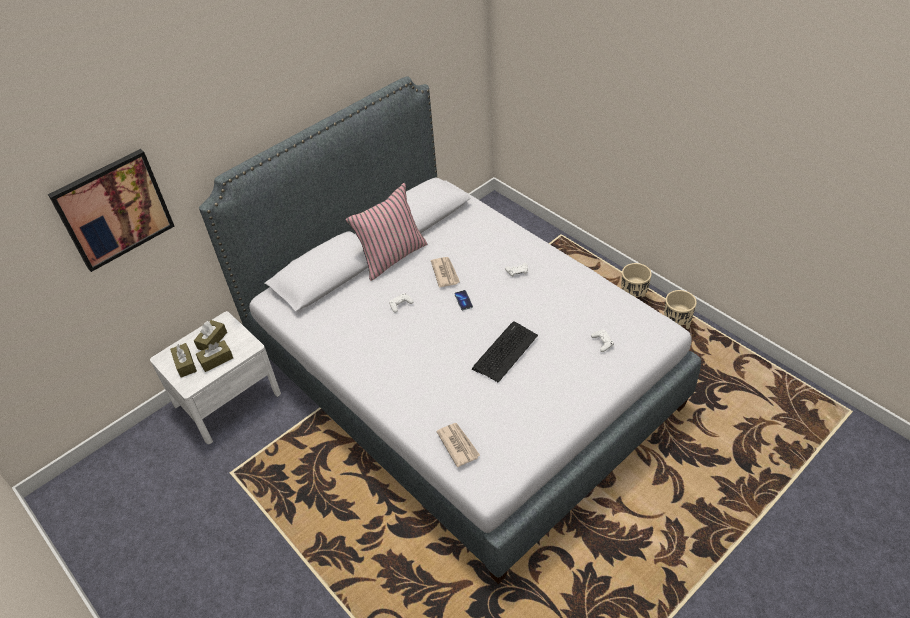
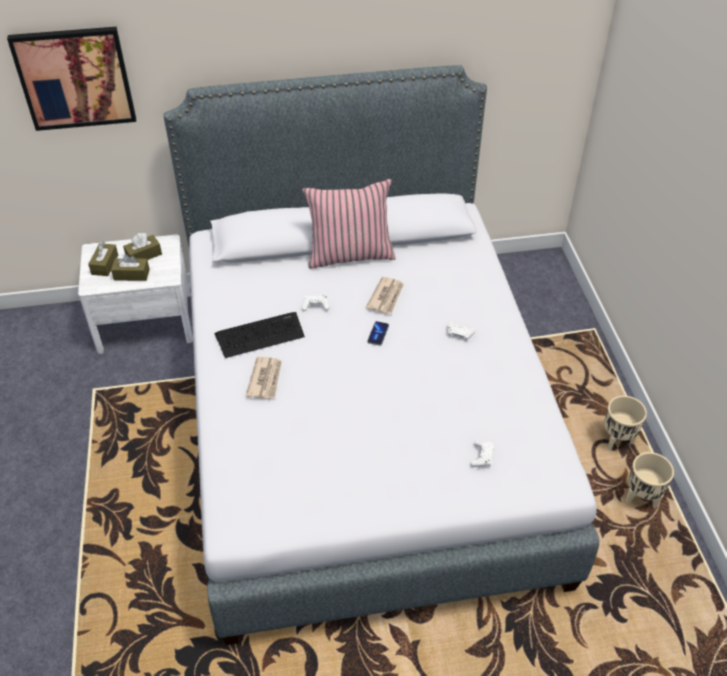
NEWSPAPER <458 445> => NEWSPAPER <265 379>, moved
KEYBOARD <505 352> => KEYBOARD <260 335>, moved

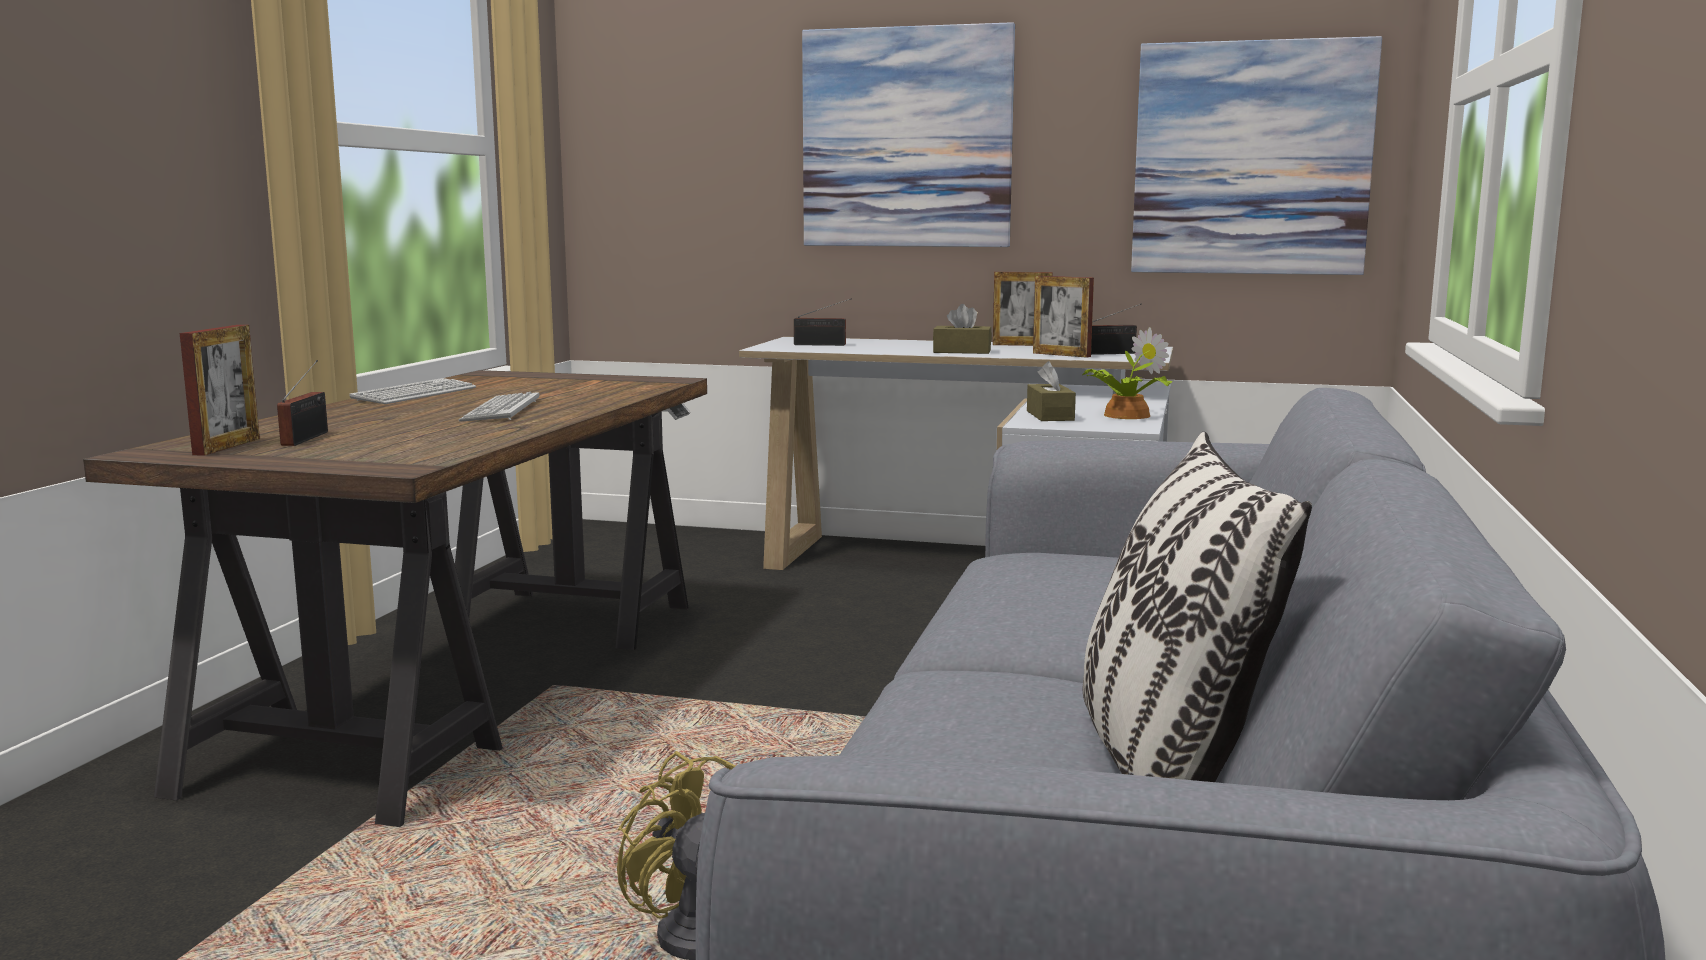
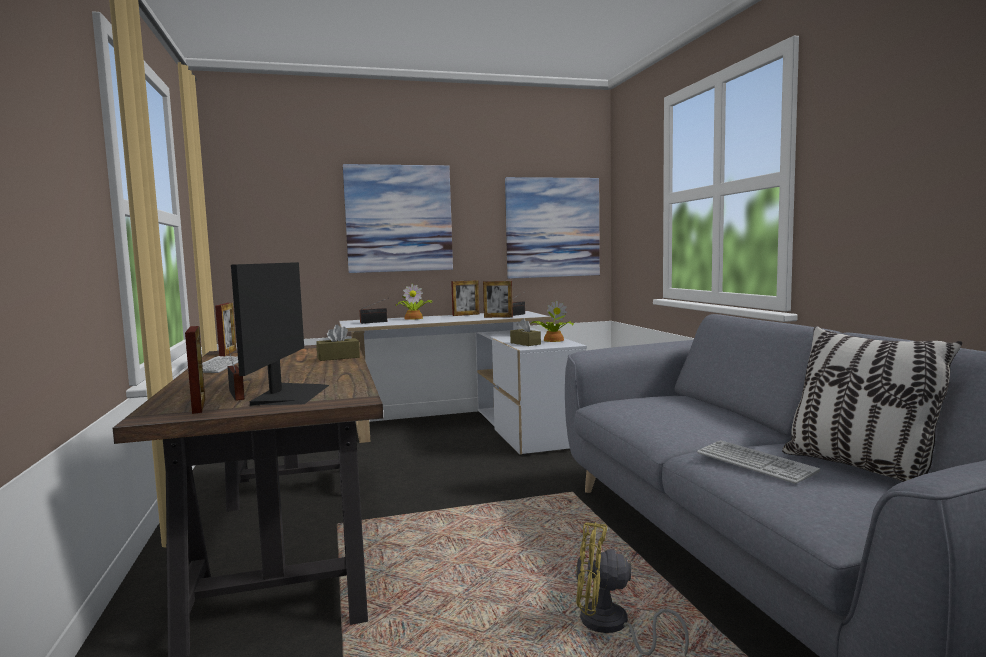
nothing => PICTURE FRAME <228 353>
nothing => MONITOR <289 394>
nothing => POTTED PLANT <414 318>
KEYBOARD <501 410> => KEYBOARD <754 463>, moved
BROWN TISSUE BOX <962 351> => BROWN TISSUE BOX <338 357>, moved

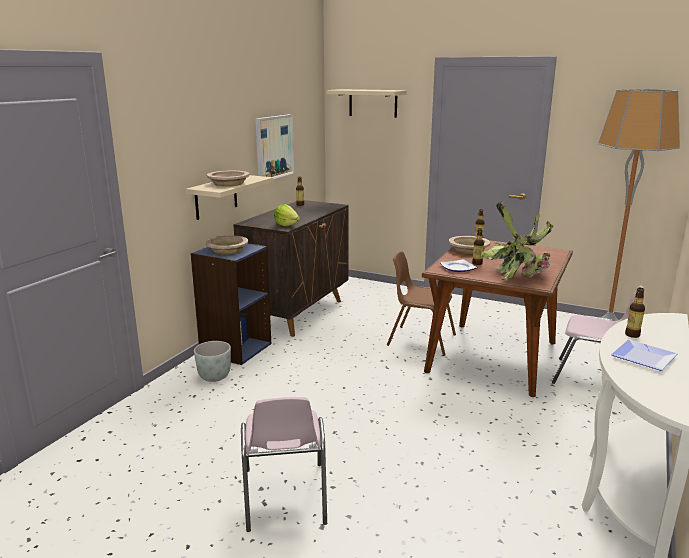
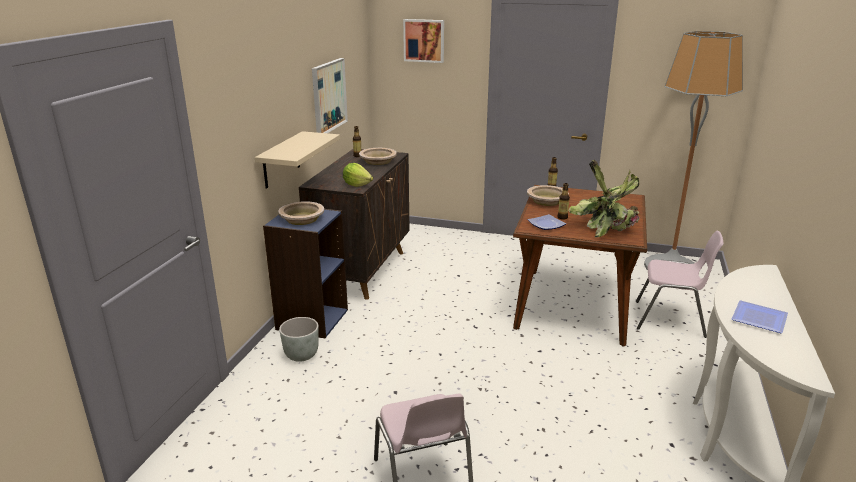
BROWN CHAIR <420 340> => nothing
BOTTLE <632 335> => nothing
BEIGE BOWL <228 183> => BEIGE BOWL <378 161>, moved
BEIGE SHELF <373 103> => PICTURE <424 40>

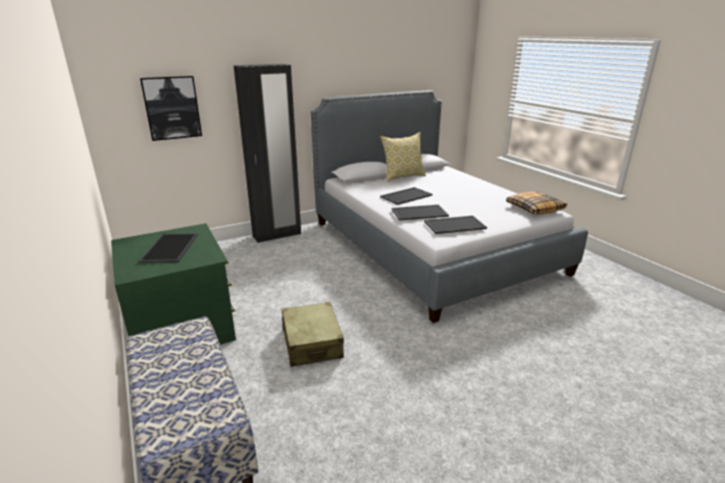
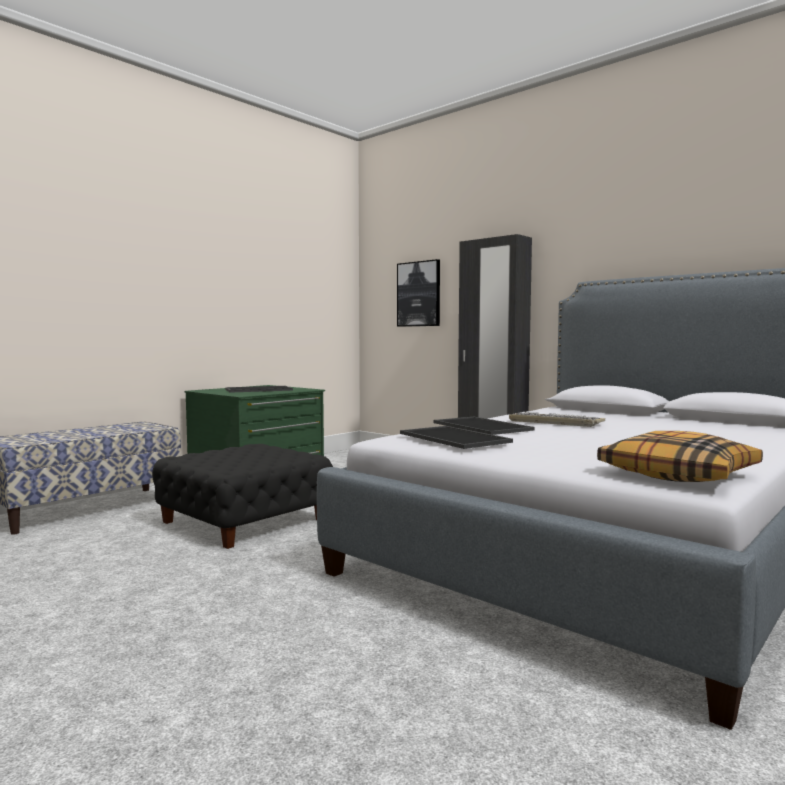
PILLOW <403 177> => nothing
BEIGE SUITCASE <312 343> => BLACK OTTOMAN <244 521>
TRAY <406 196> => KEYBOARD <554 422>

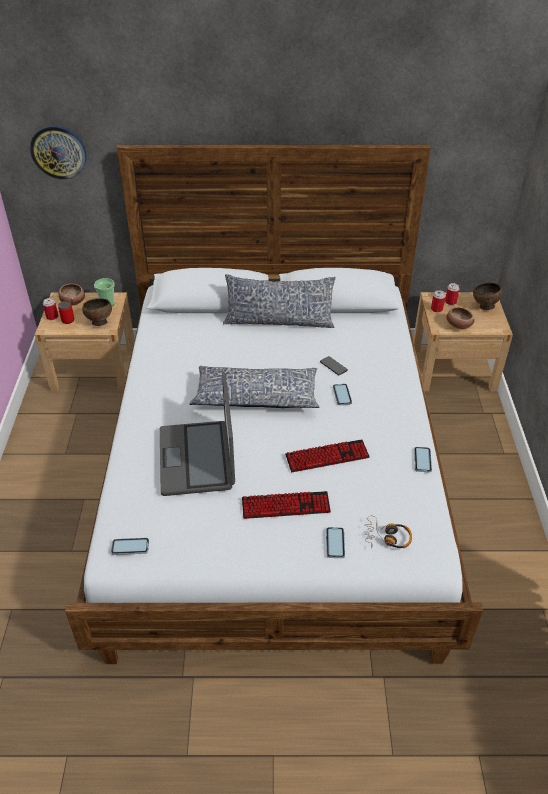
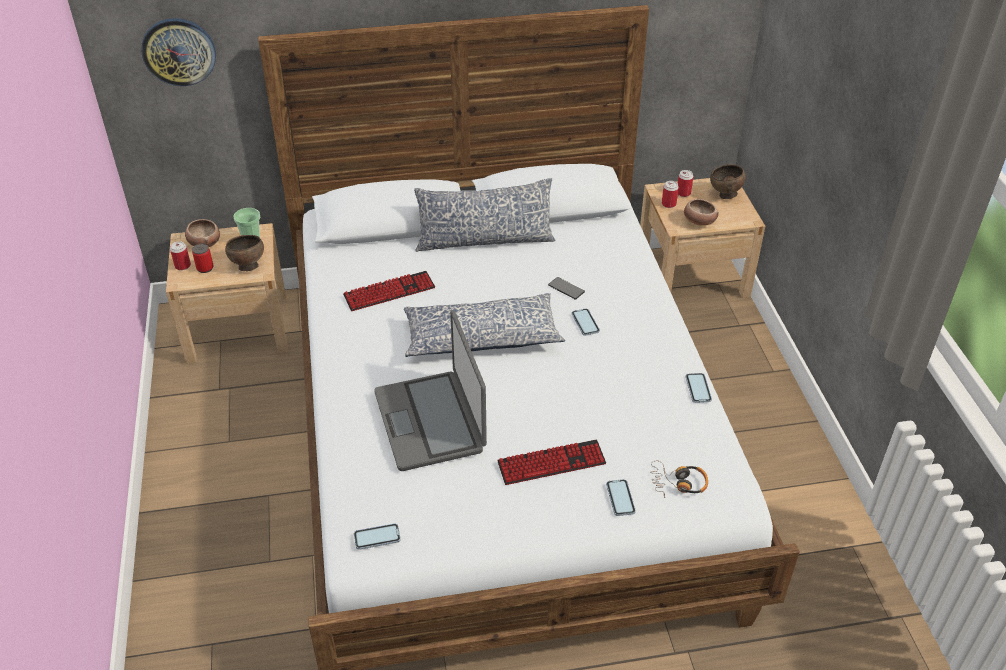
KEYBOARD <327 457> => KEYBOARD <389 292>, moved

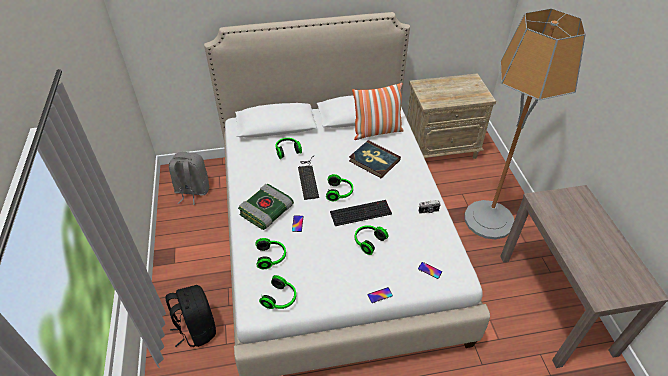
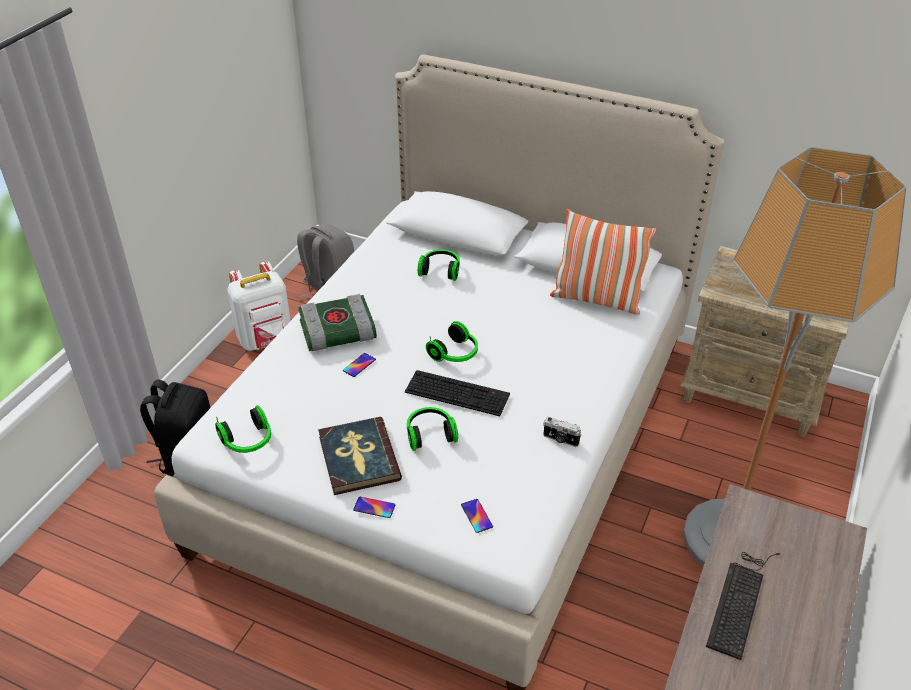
HEADPHONES <271 257> => nothing
nothing => WHITE BACKPACK <266 340>
KEYBOARD <308 178> => KEYBOARD <740 600>, moved
BOOK <374 160> => BOOK <358 458>, moved

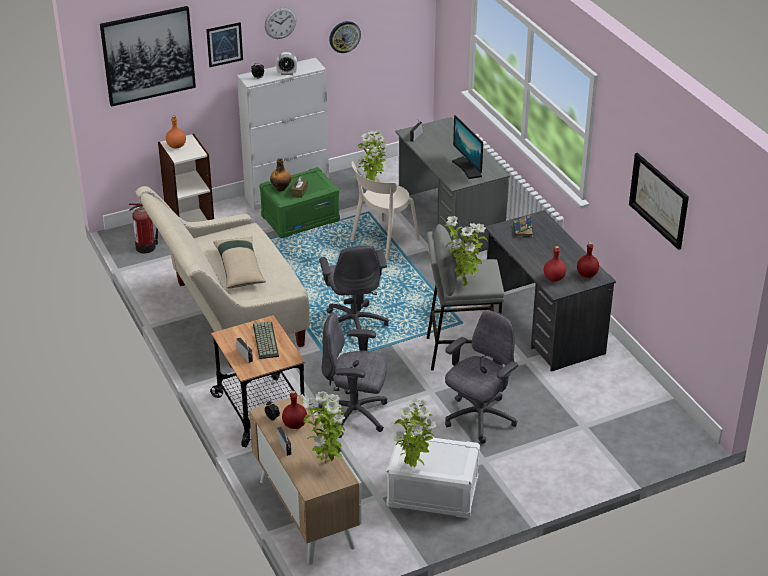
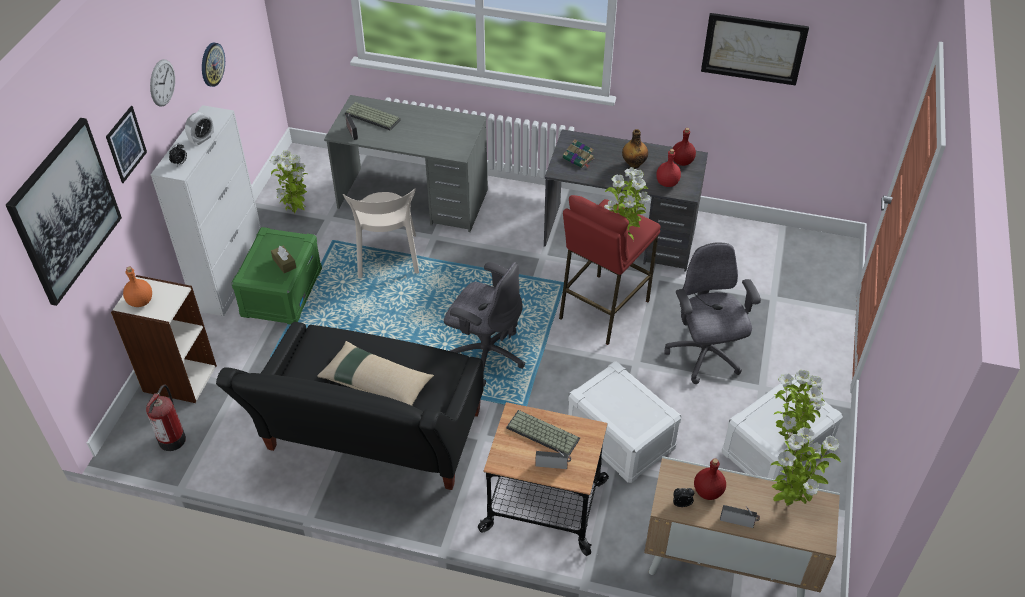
MONITOR <468 168> => nothing
nothing => KEYBOARD <373 116>
BOTTLE <281 188> => BOTTLE <634 164>, moved
GREY OFFICE CHAIR <355 415> => WHITE STORAGE BOX <619 437>
BEIGE SOFA <229 317> => BLACK SOFA <370 441>
GREY STOOL <461 352> => RED STOOL <602 309>

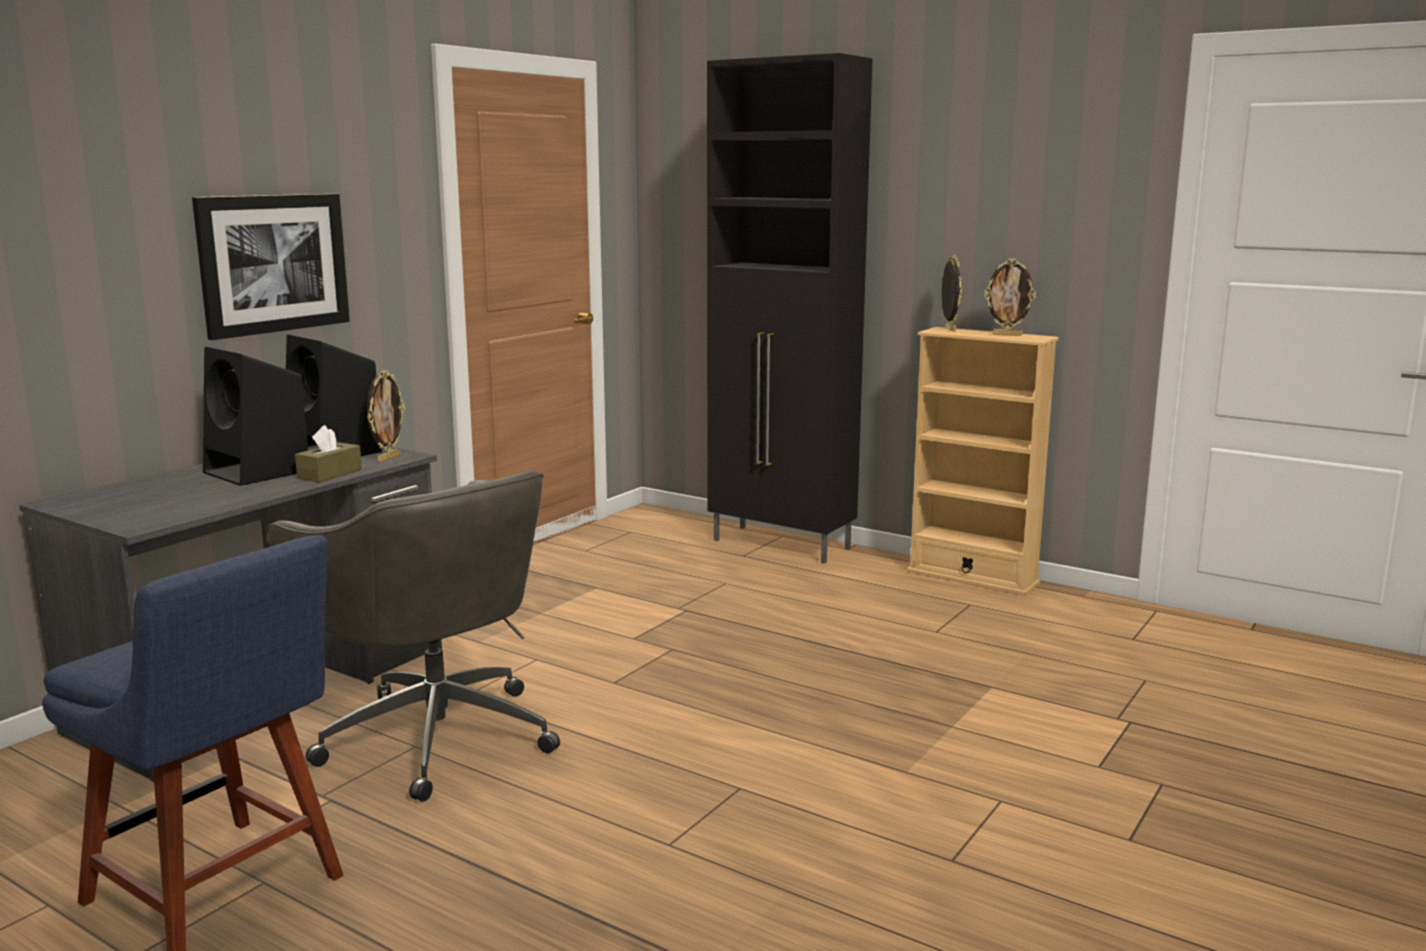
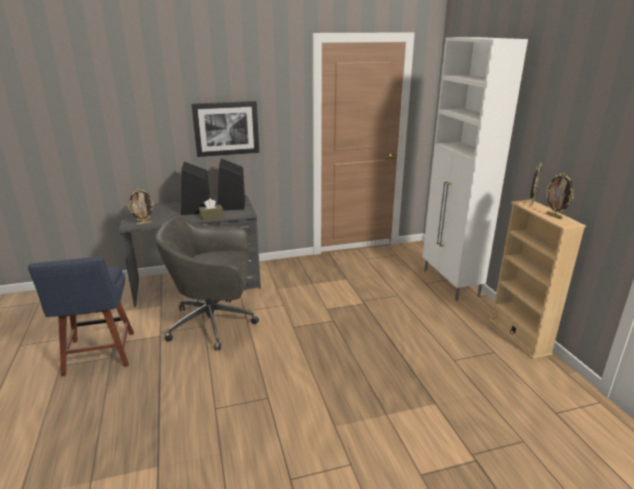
PICTURE FRAME <388 458> => PICTURE FRAME <144 223>, moved
BLACK CABINET <782 545> => WHITE CABINET <450 283>
GREY OFFICE CHAIR <434 735> => GREY OFFICE CHAIR <214 324>, 90 degrees clockwise

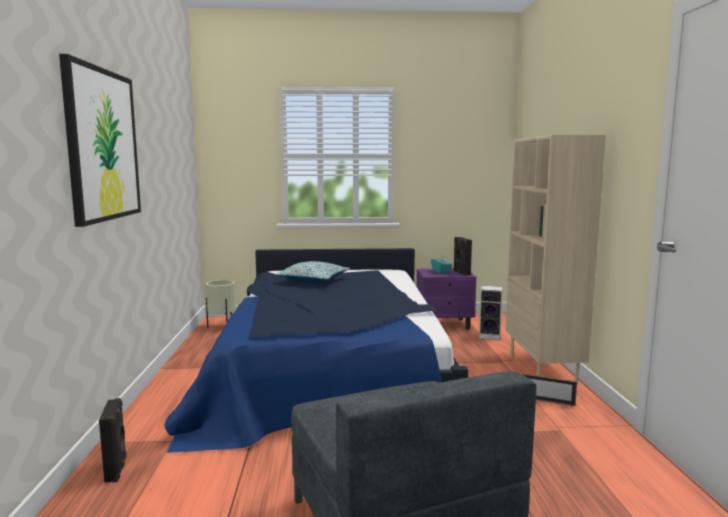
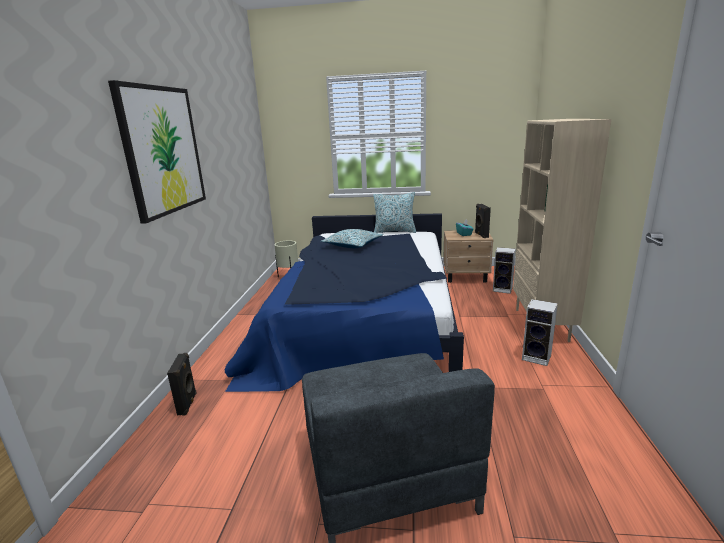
nothing => PILLOW <394 231>
PICTURE FRAME <546 401> => SPEAKER <537 357>
PURPLE NIGHTSTAND <445 324> => BEIGE NIGHTSTAND <466 277>

